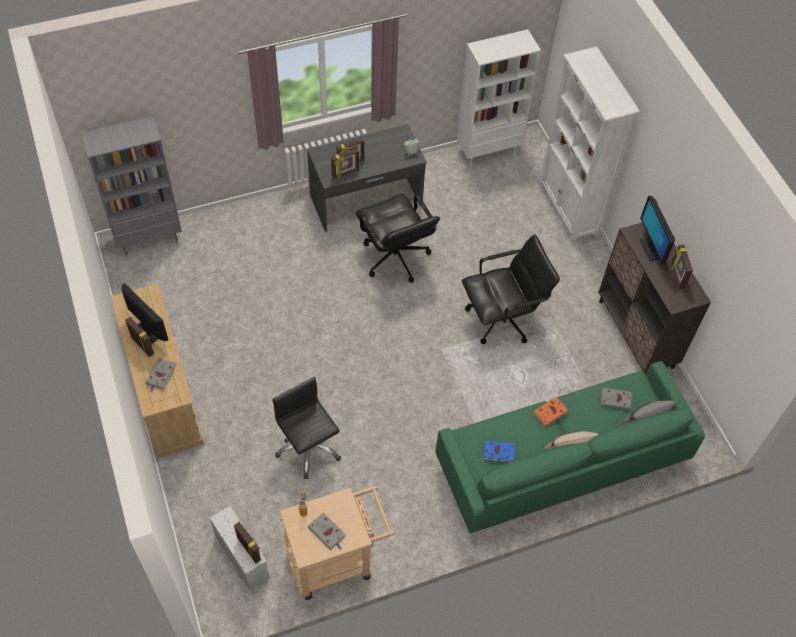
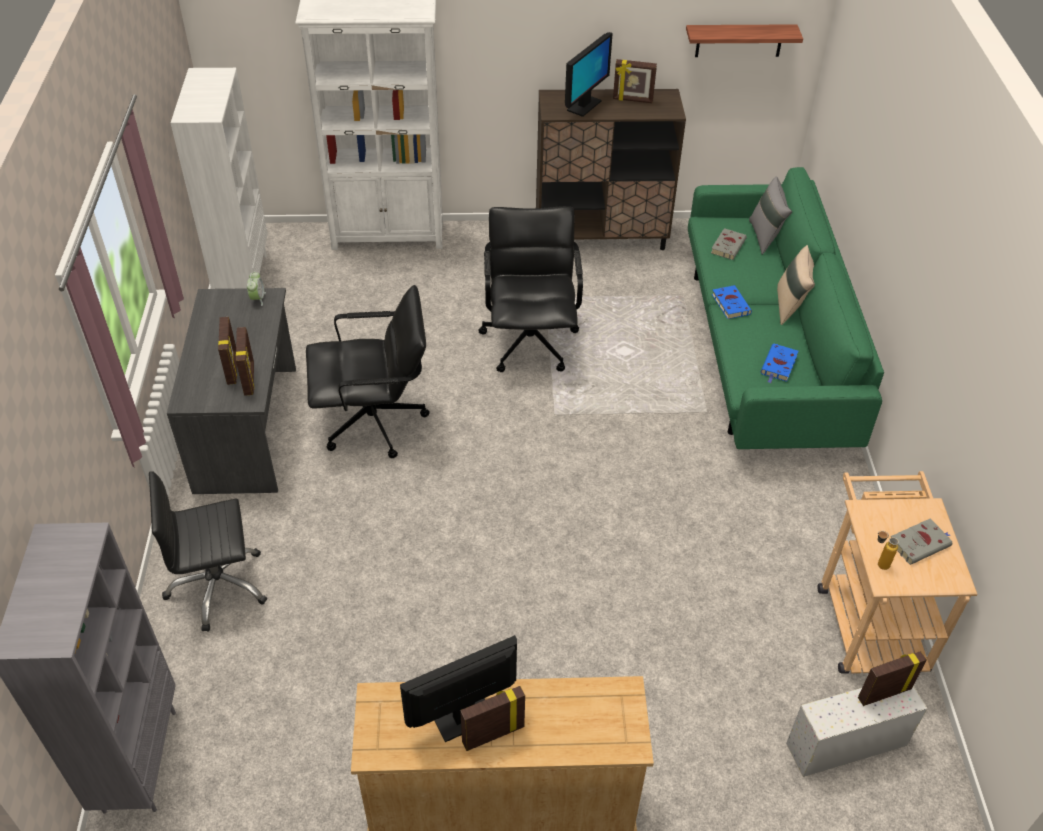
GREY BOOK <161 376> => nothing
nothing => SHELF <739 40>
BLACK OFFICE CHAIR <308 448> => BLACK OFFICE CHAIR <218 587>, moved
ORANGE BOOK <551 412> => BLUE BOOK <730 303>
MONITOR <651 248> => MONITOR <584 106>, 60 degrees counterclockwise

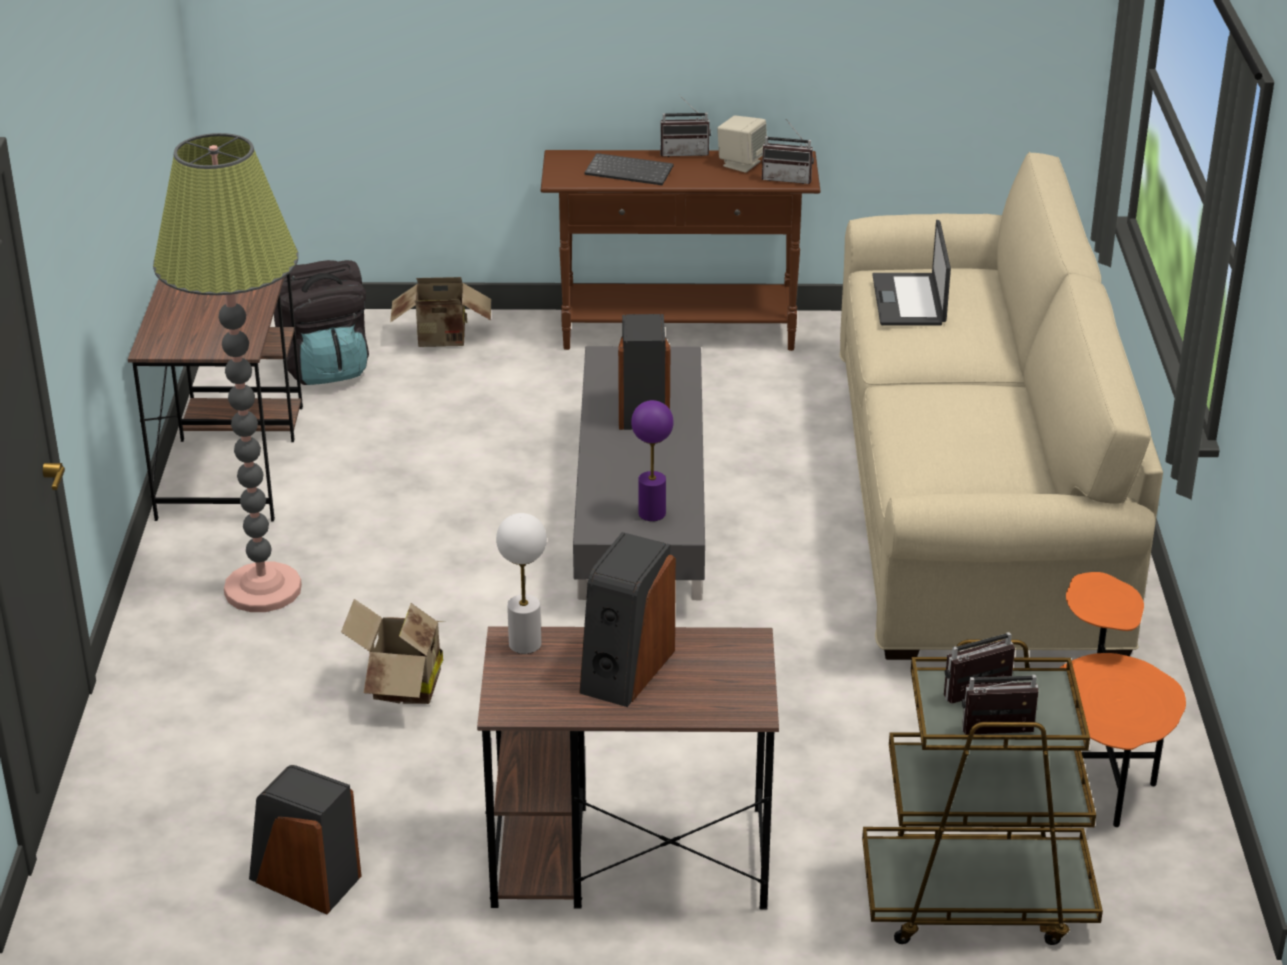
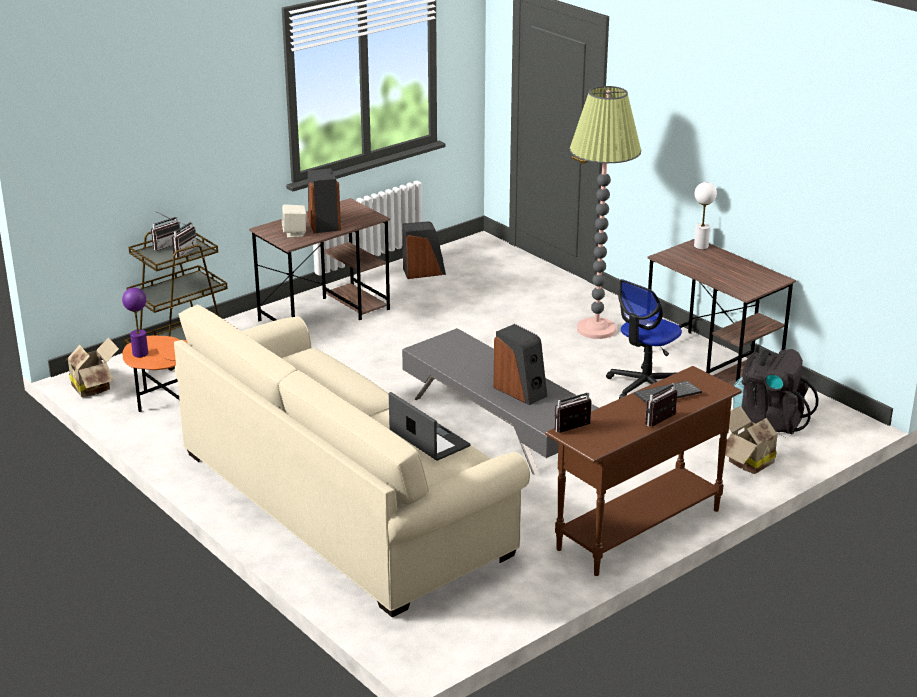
nothing => OFFICE CHAIR <644 386>
CARDBOARD BOX <400 687> => CARDBOARD BOX <93 387>, moved
WHITE TABLE LAMP <525 643> => WHITE TABLE LAMP <701 246>, moved
PURPLE TABLE LAMP <652 513> => PURPLE TABLE LAMP <140 353>, moved
BEIGE SPEAKER <741 163> => BEIGE SPEAKER <295 233>, moved

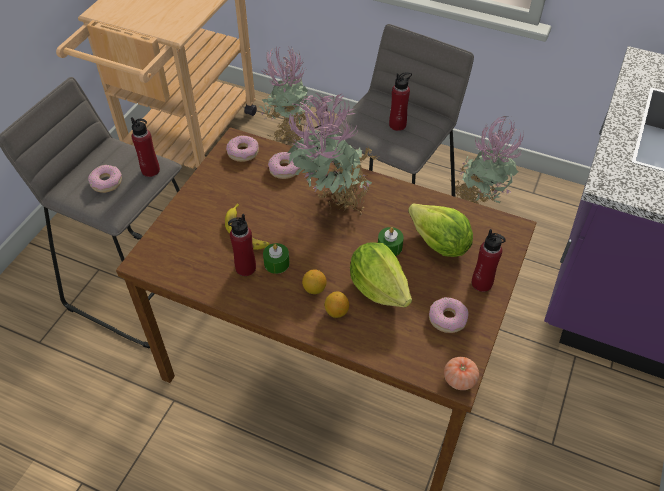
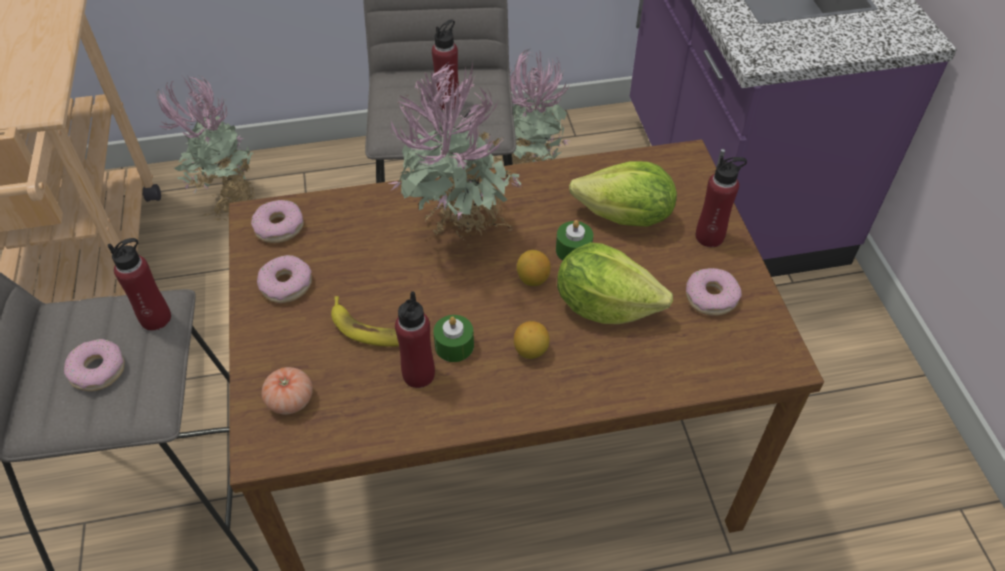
DONUT <284 169> => DONUT <286 285>, moved
LEMON <336 311> => LEMON <532 279>, moved
TOMATO <459 379> => TOMATO <290 400>, moved

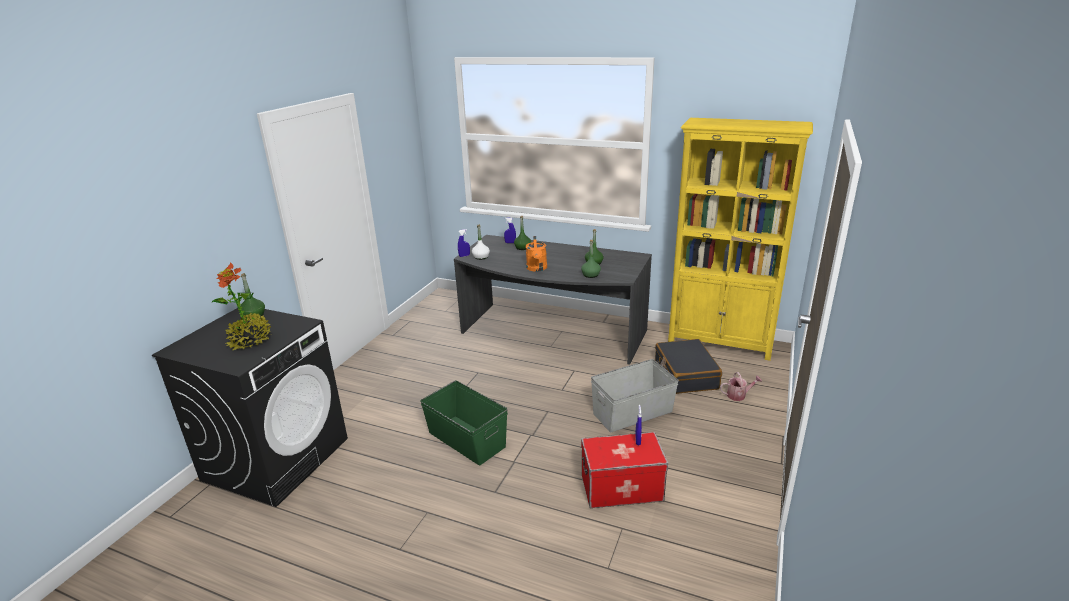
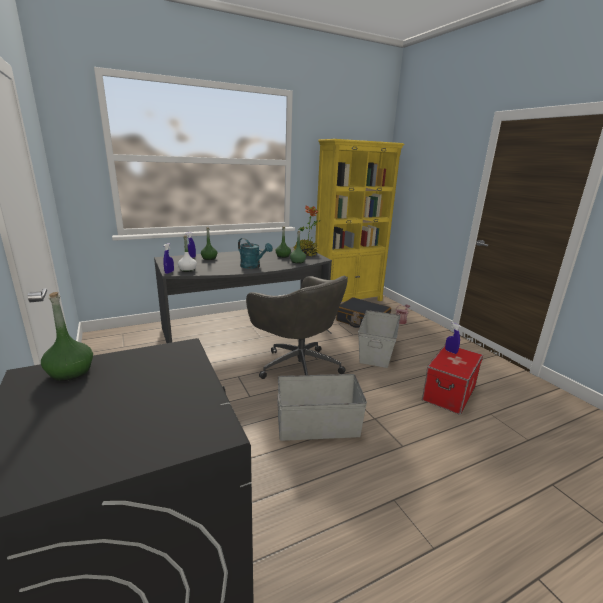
nothing => GREY OFFICE CHAIR <298 366>
POTTED PLANT <250 340> => POTTED PLANT <305 254>, moved
GREEN STORAGE BOX <466 439> => GREY STORAGE BOX <317 425>
ORANGE WATERING CAN <537 269> => TURQUOISE WATERING CAN <253 266>

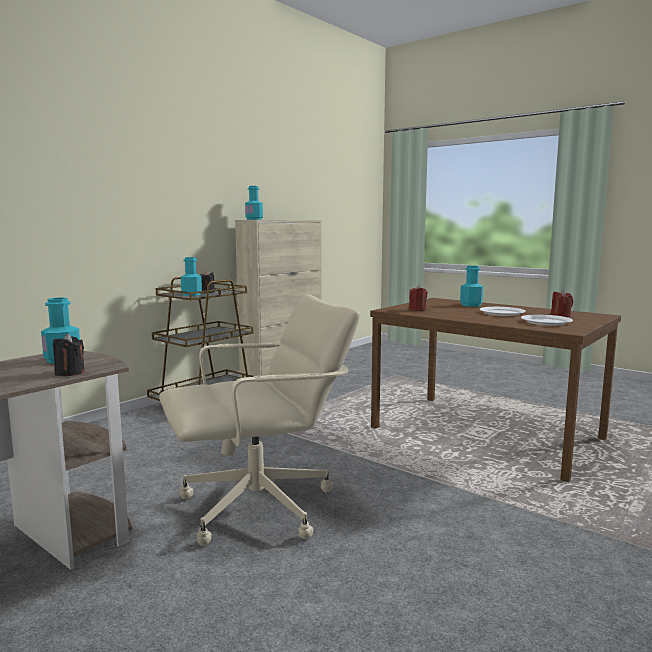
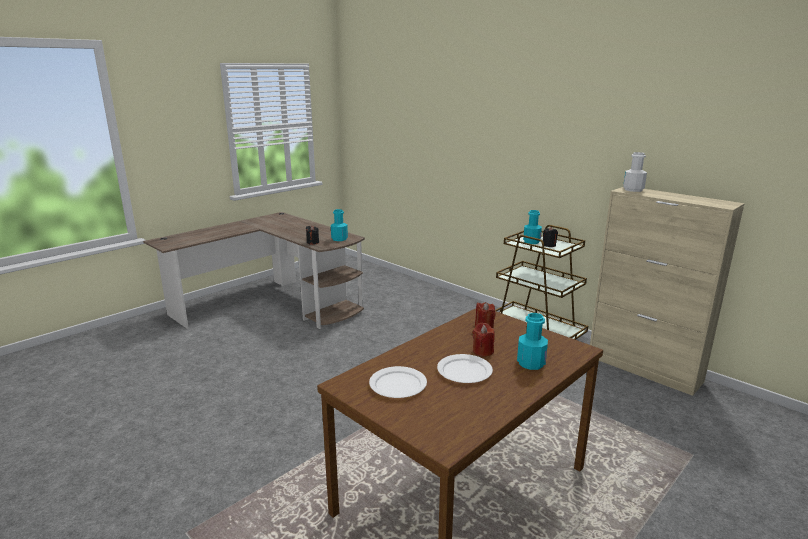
BEIGE OFFICE CHAIR <260 507> => nothing
RED CANDLE <560 316> => RED CANDLE <483 351>, moved
TURQUOISE BOTTLE <254 219> => WHITE BOTTLE <633 190>

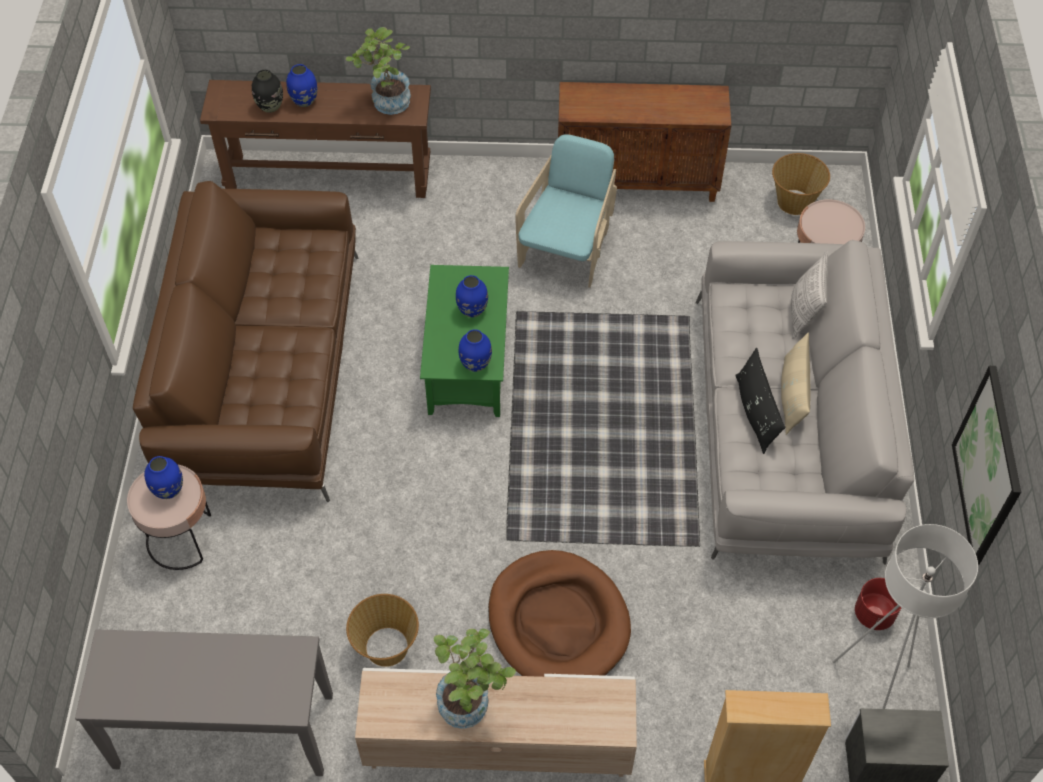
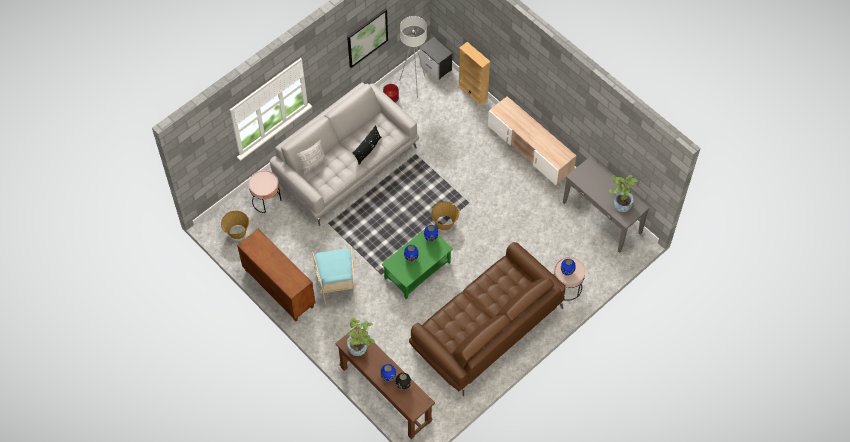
BROWN DOG BED <558 622> => nothing
BEIGE PILLOW <792 395> => nothing
BASKET <386 647> => BASKET <445 223>, moved
POTTED PLANT <471 704> => POTTED PLANT <620 203>, moved
TURQUOISE ARMCHAIR <567 249> => TURQUOISE ARMCHAIR <336 283>, 75 degrees counterclockwise

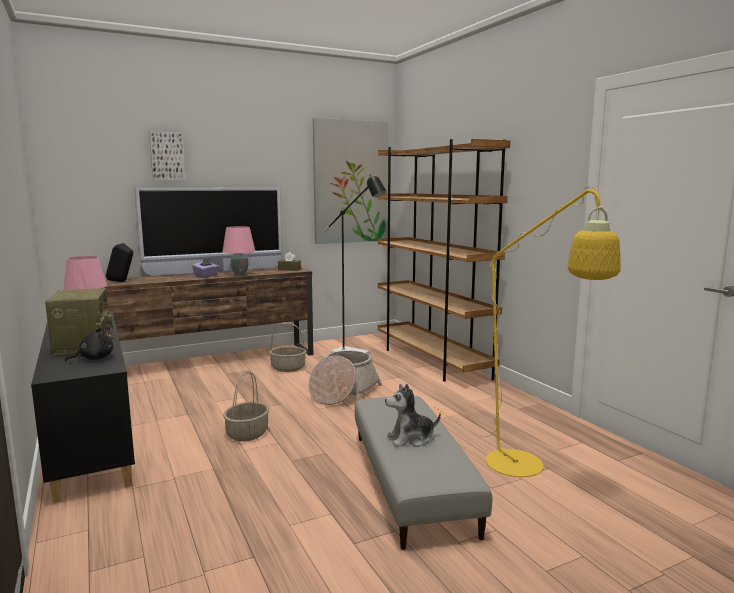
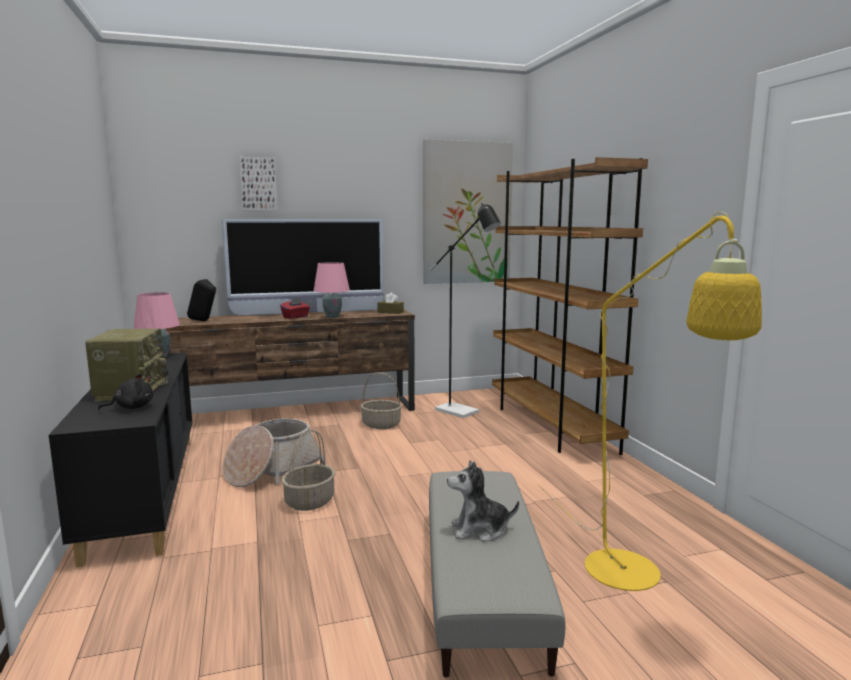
BASKET <343 392> => BASKET <272 471>, moved
PURPLE TISSUE BOX <206 276> => RED TISSUE BOX <295 317>

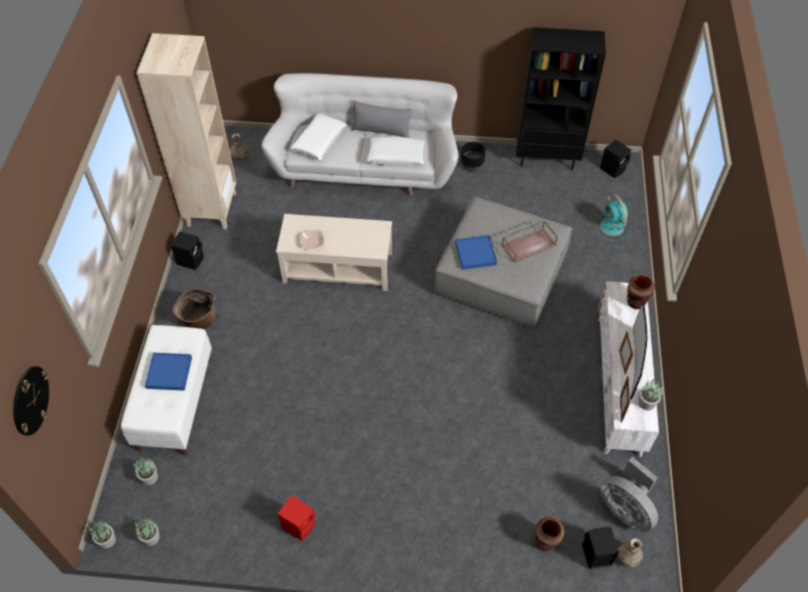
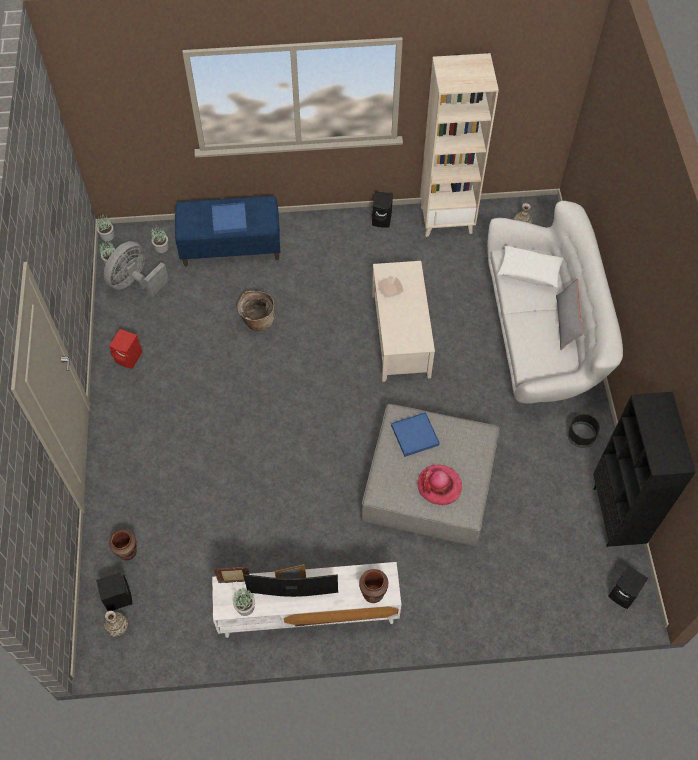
WALL CLOCK <30 400> => nothing
WHITE PILLOW <396 156> => nothing
TURQUOISE FAN <612 227> => nothing
BASKET <199 321> => BASKET <257 320>, moved
GREY FAN <625 509> => GREY FAN <135 282>, moved
BROWN TRAY <529 244> => HAT <439 485>
WHITE BENCH <175 402> => BLUE BENCH <231 246>

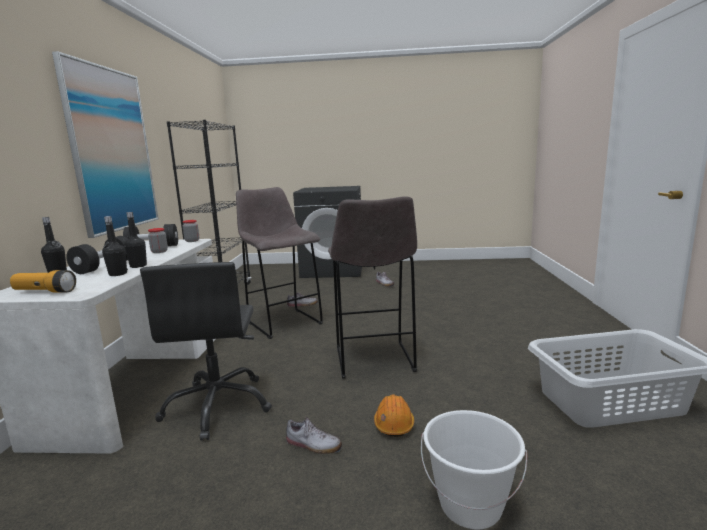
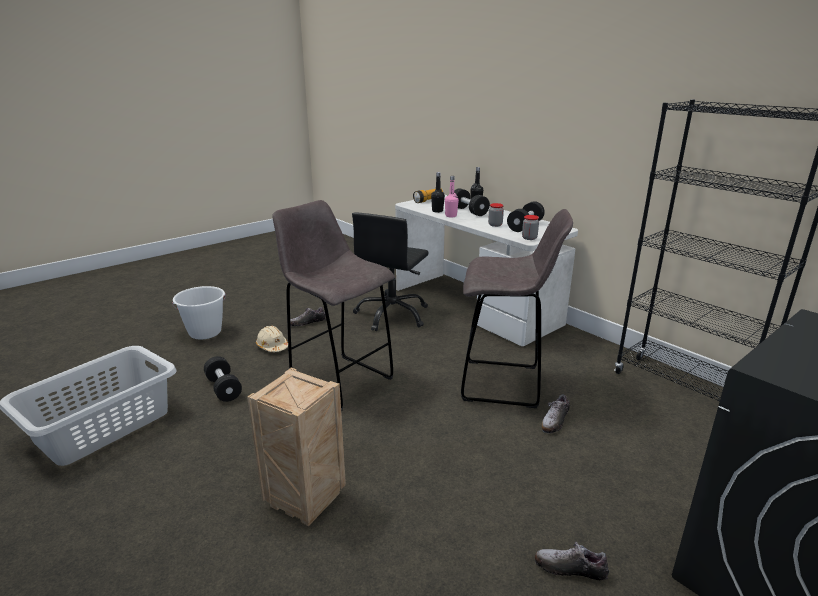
PICTURE <112 150> => nothing
nothing => BLACK DUMBBELL <223 388>
nothing => CRATE <303 500>
BLACK BOTTLE <138 266> => PINK BOTTLE <451 216>
ORANGE HARD HAT <394 424> => BEIGE HARD HAT <272 346>
BLACK OFFICE CHAIR <218 406> => BLACK OFFICE CHAIR <392 315>, 105 degrees counterclockwise

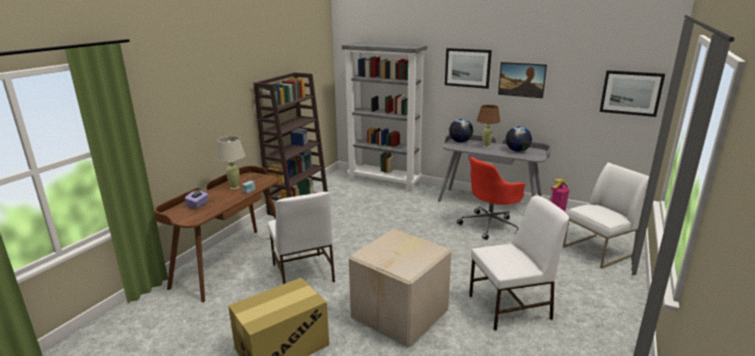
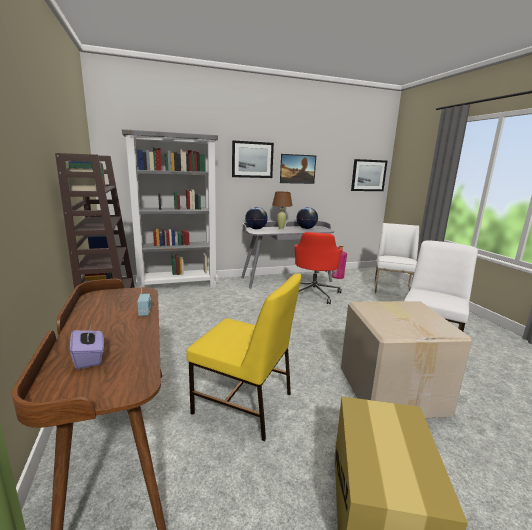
BEIGE TABLE LAMP <234 187> => nothing
WHITE CHAIR <302 273> => YELLOW CHAIR <244 404>

